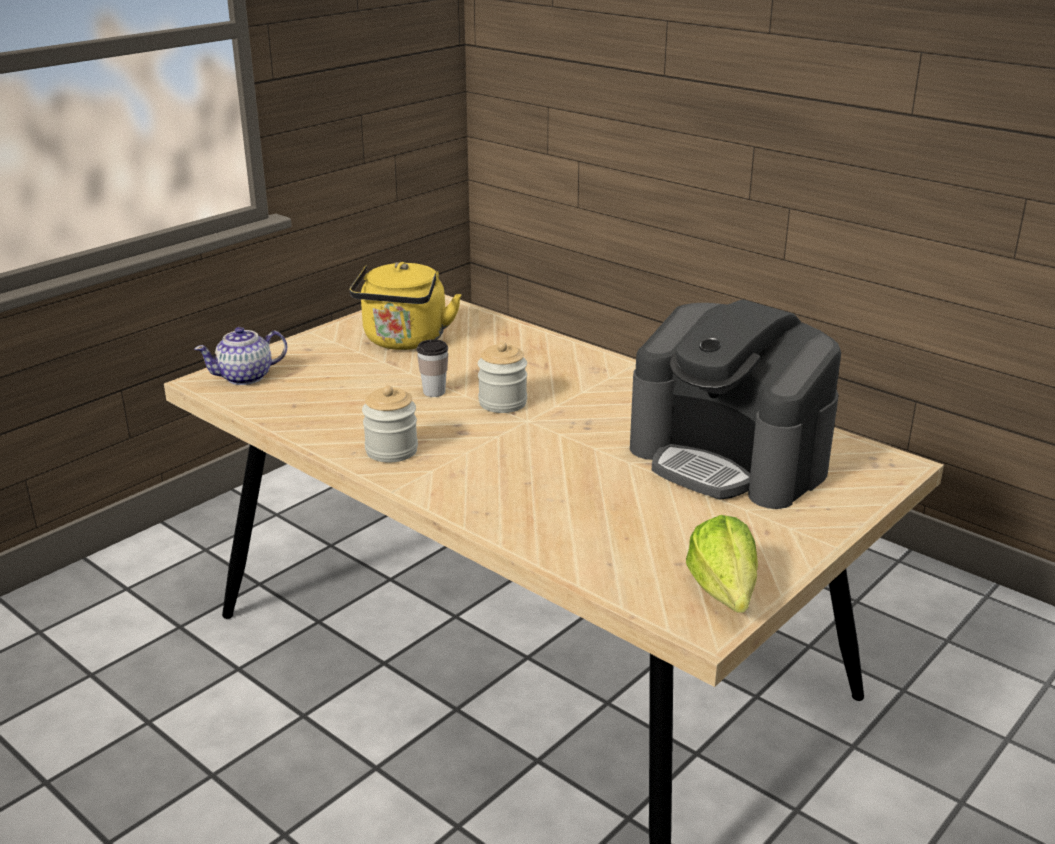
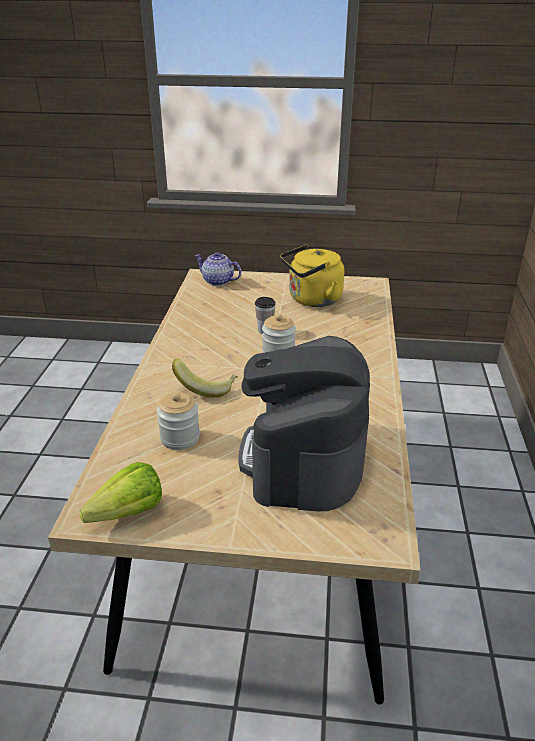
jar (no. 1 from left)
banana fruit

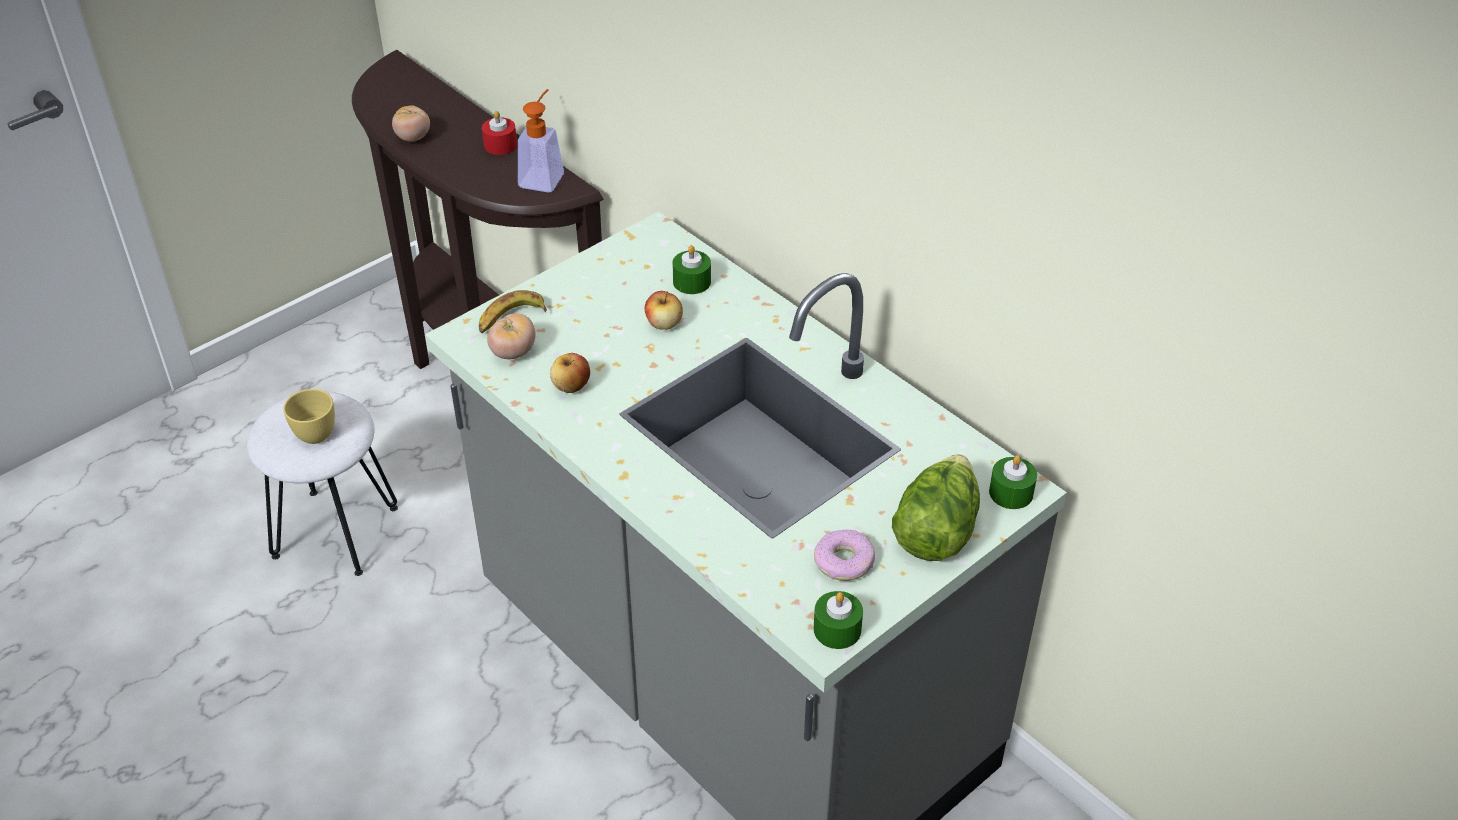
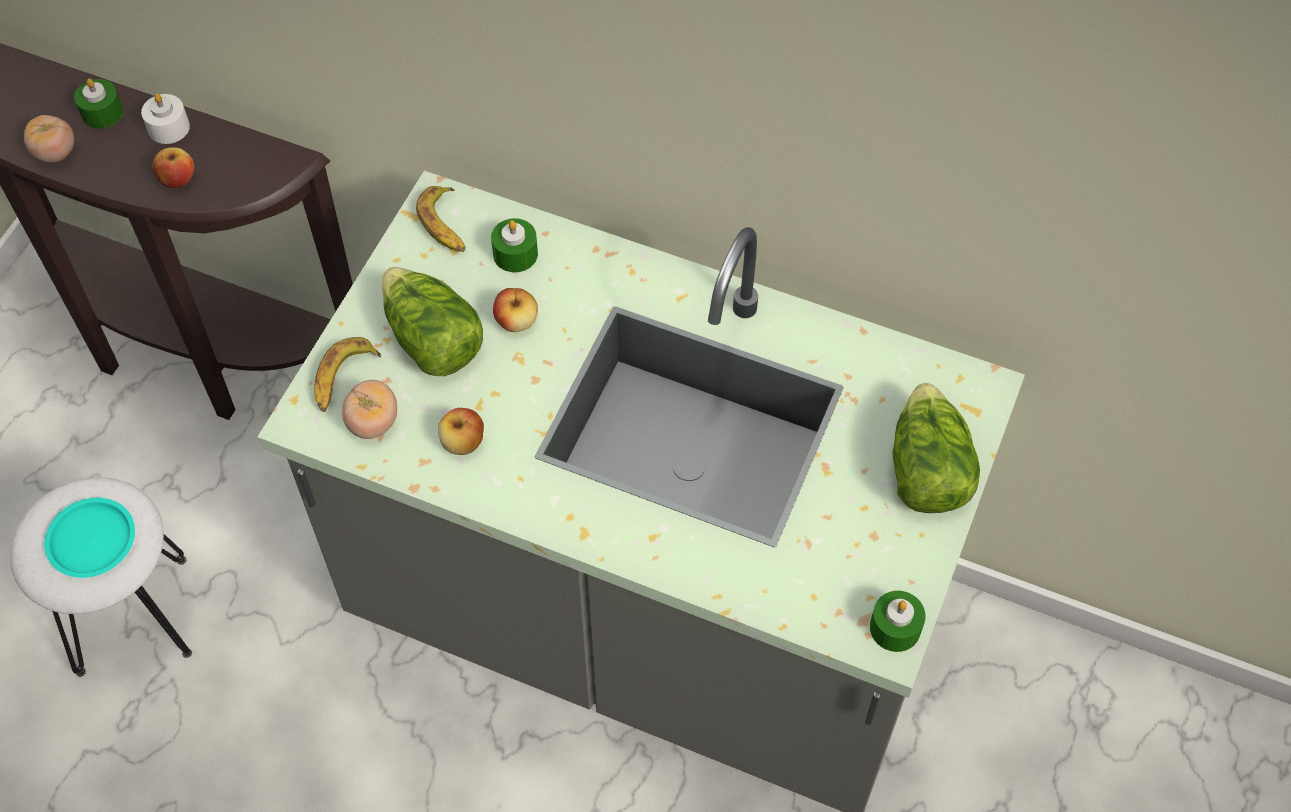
blue-green plate
white-coloured wax candle
soap bottle
donut
green wax candle (no. 1 from left)
apple fruit (no. 1 from left)
head of lettuce (no. 1 from left)
banana fruit (no. 2 from left)

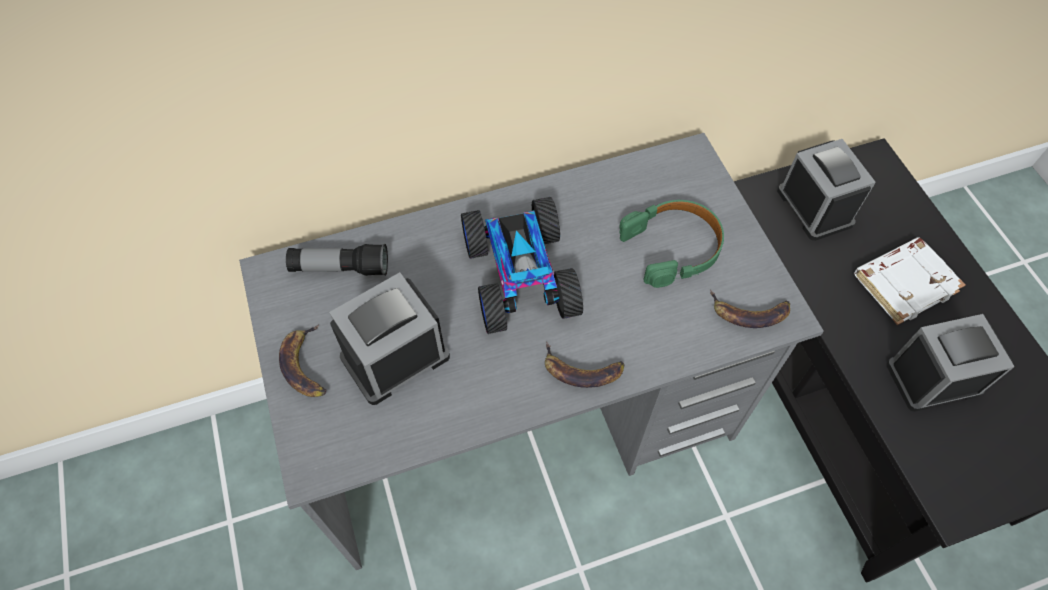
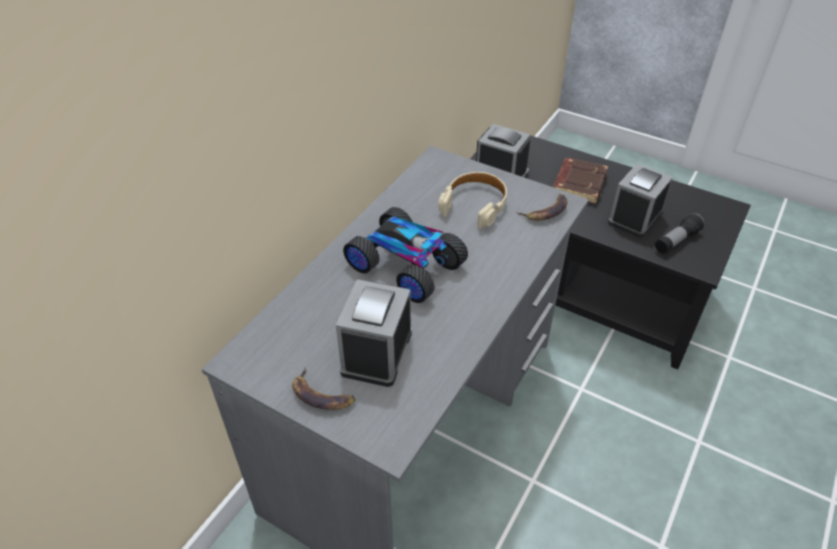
hand torch
banana fruit (no. 2 from left in the first image)
sand-coloured headphones
brownish bound book

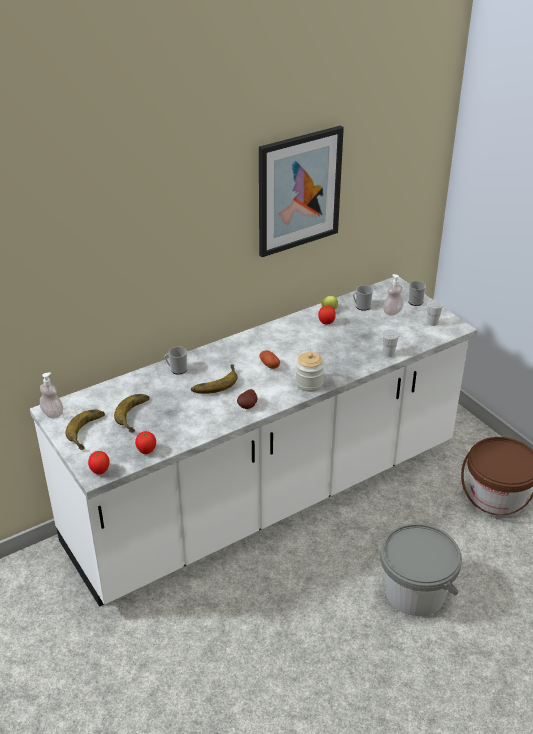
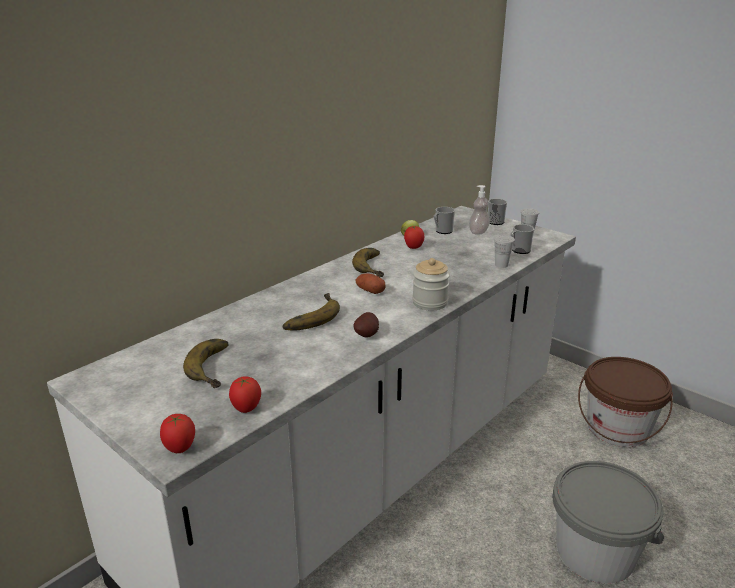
soap bottle (no. 1 from left in the first image)
banana fruit (no. 3 from left)
mug (no. 3 from left)
wall picture

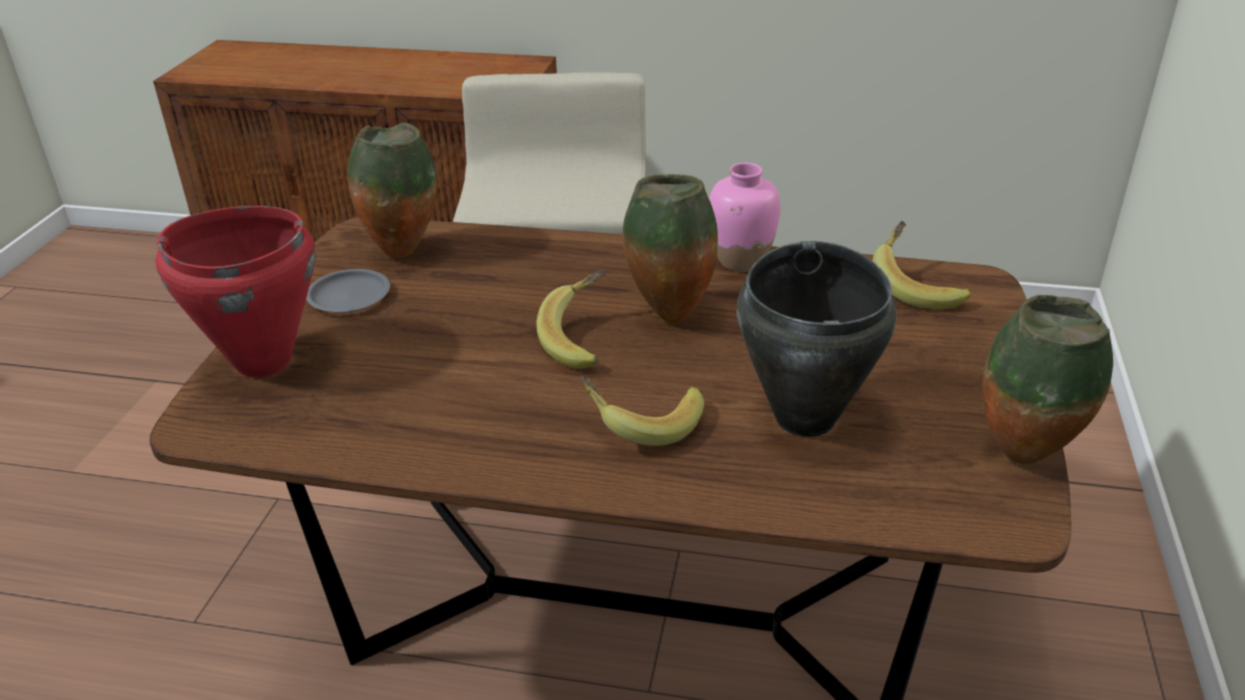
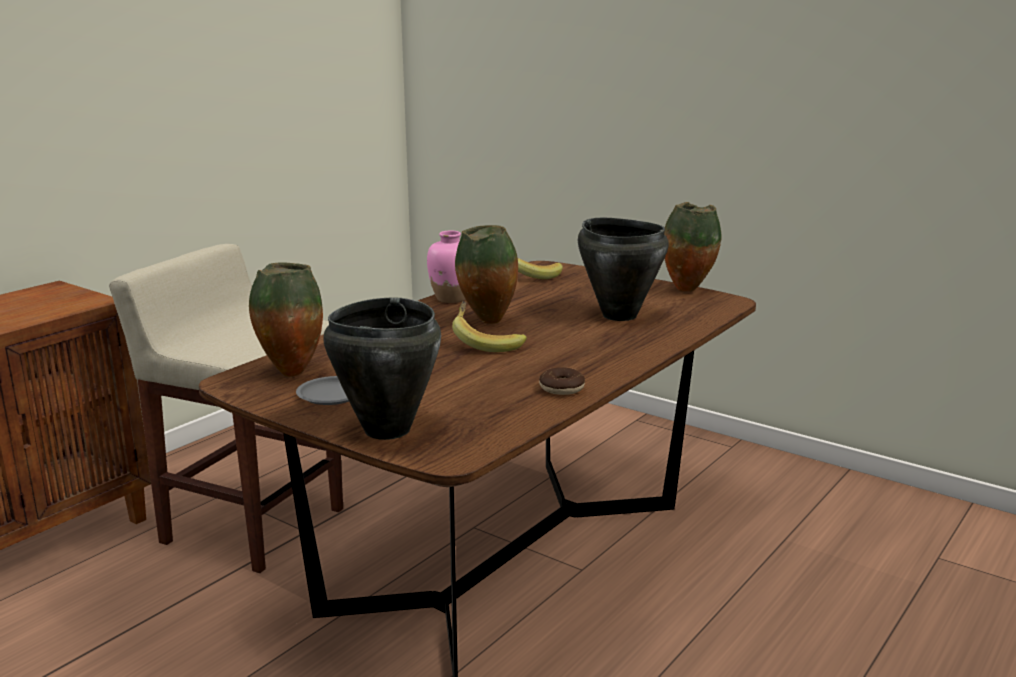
black cooking pot (no. 1 from left)
banana fruit (no. 2 from left in the first image)
donut

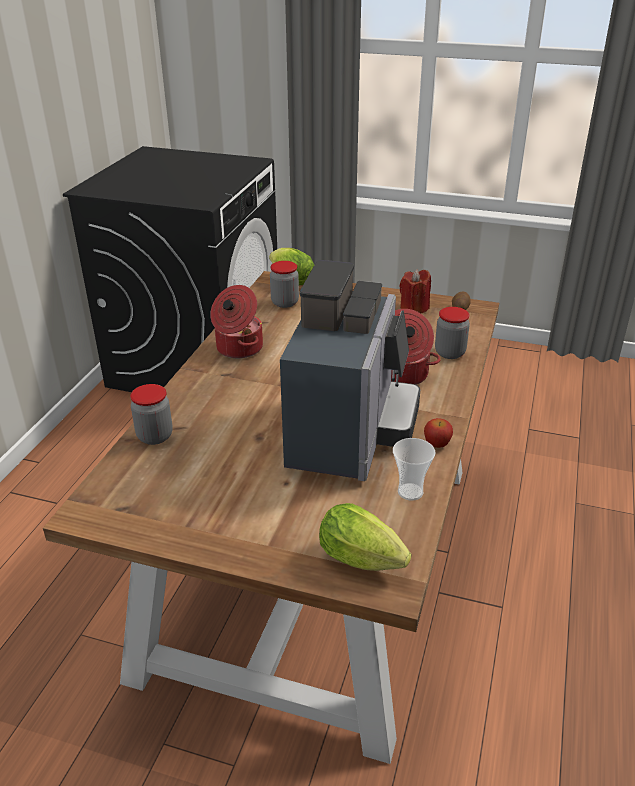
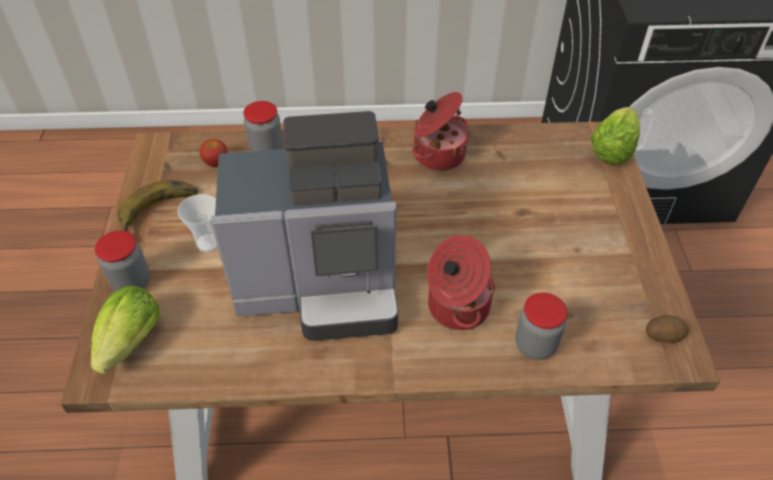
jar (no. 1 from left)
cup
red wax candle
apple fruit
banana fruit

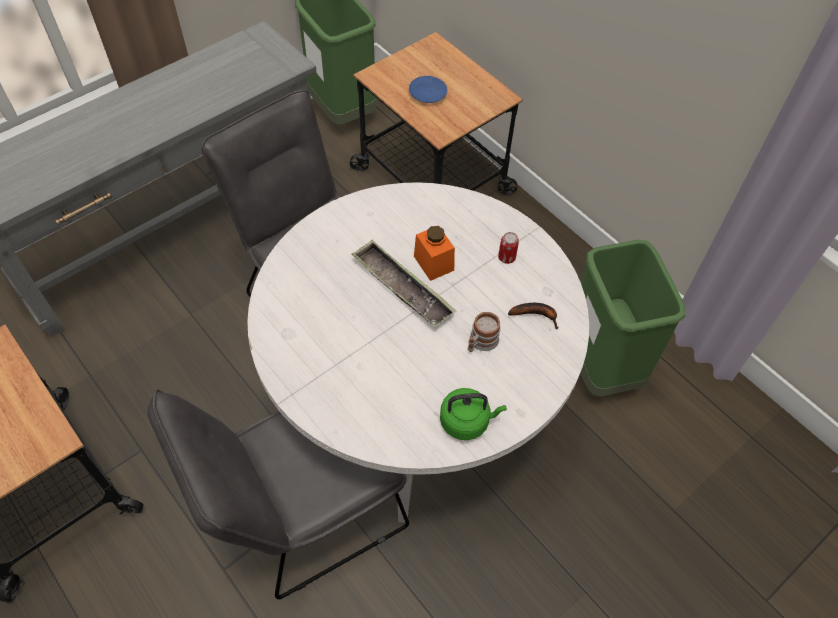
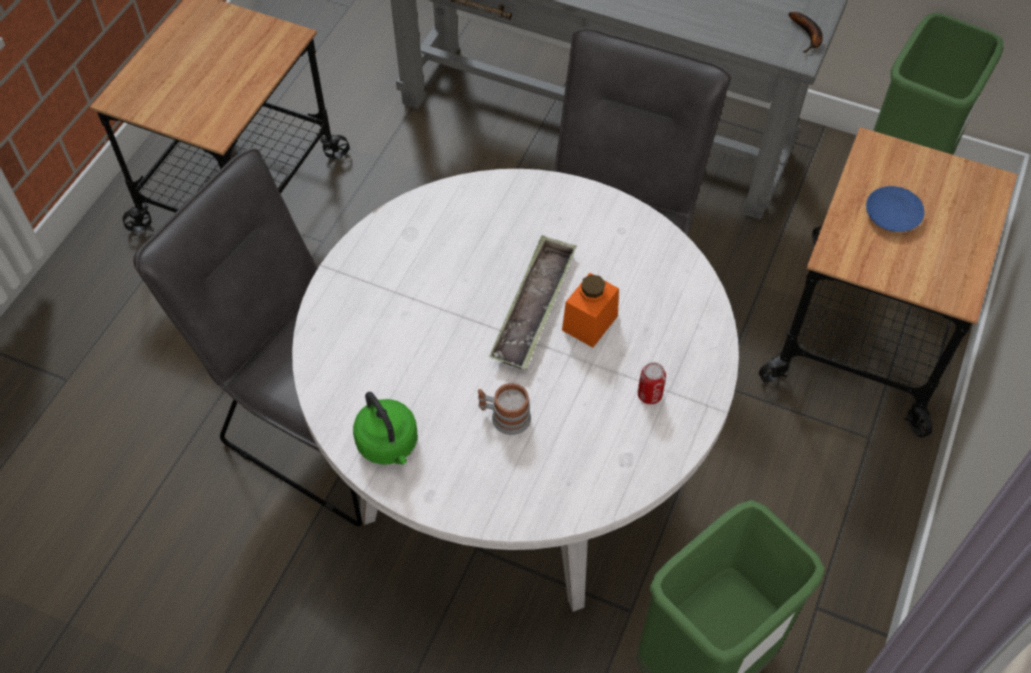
banana fruit

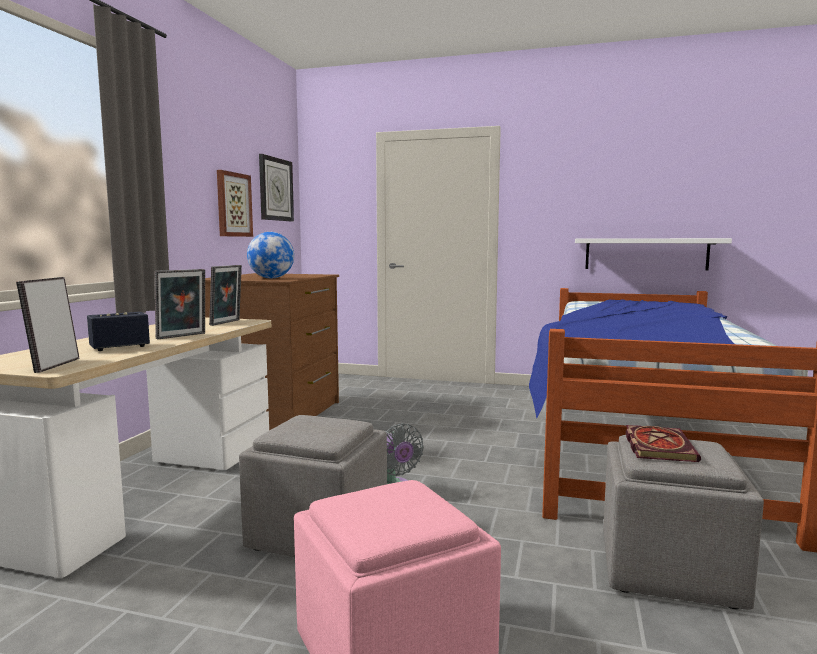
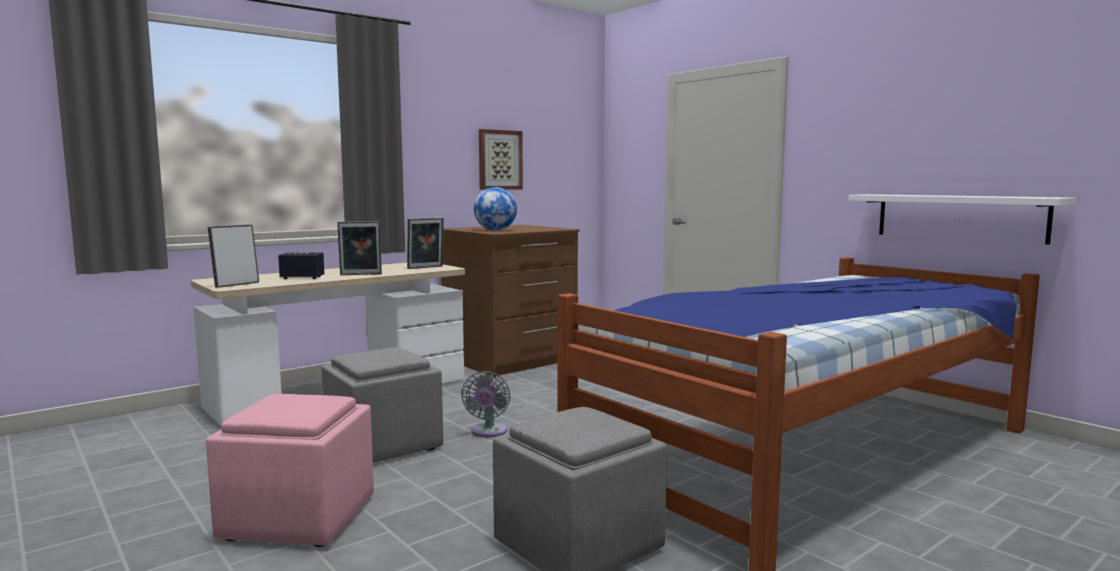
wall clock
bound book

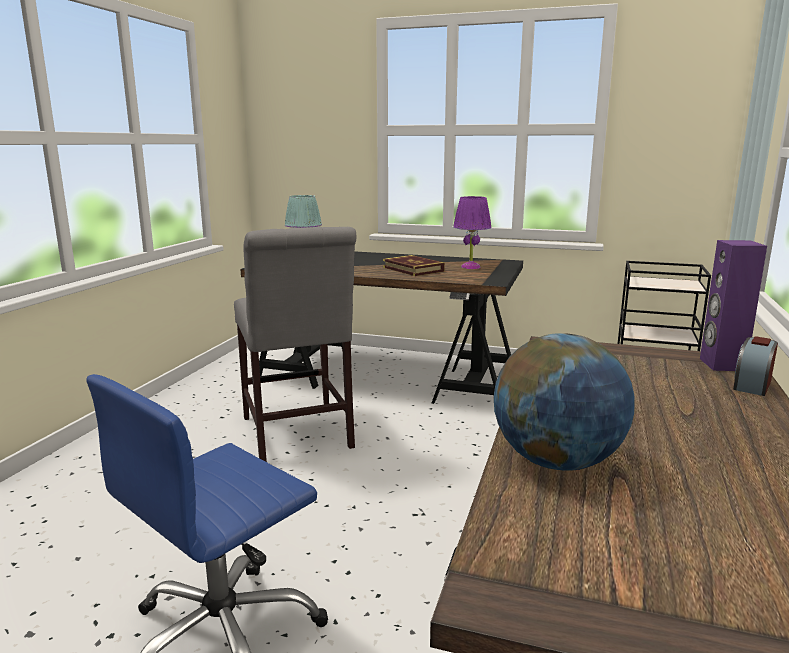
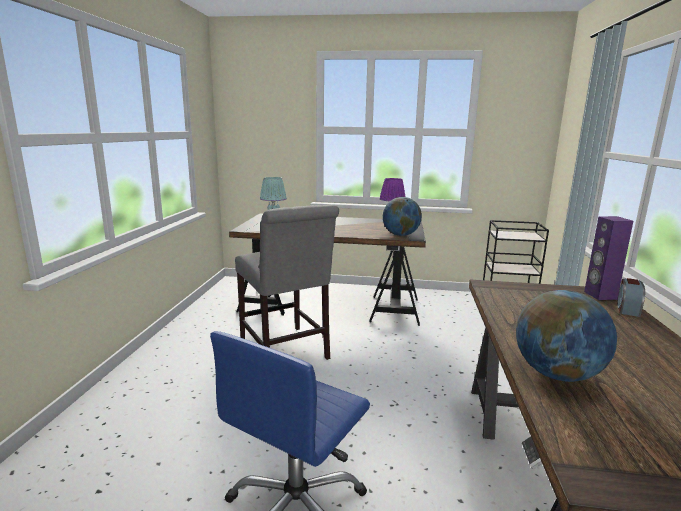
bound book
globe (no. 1 from left)

